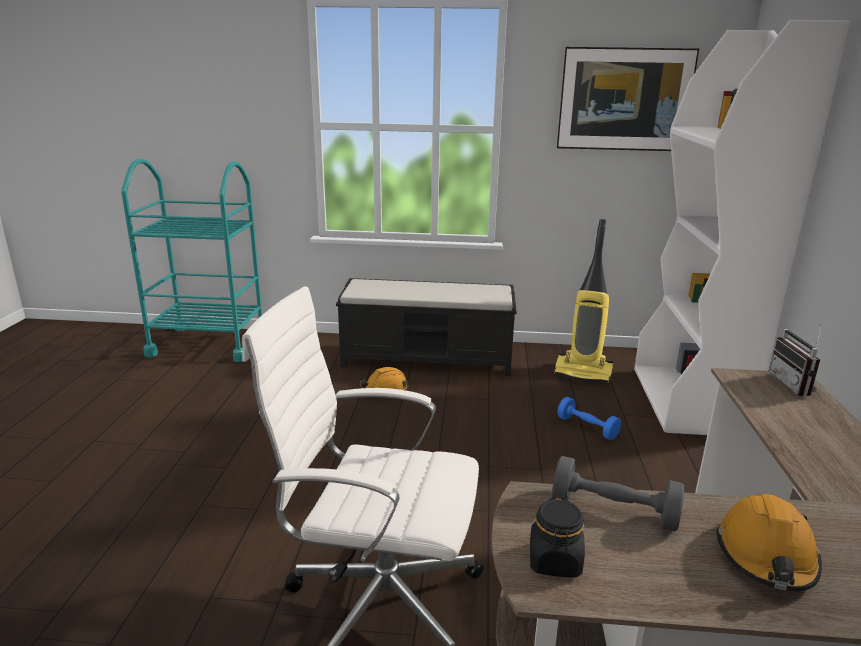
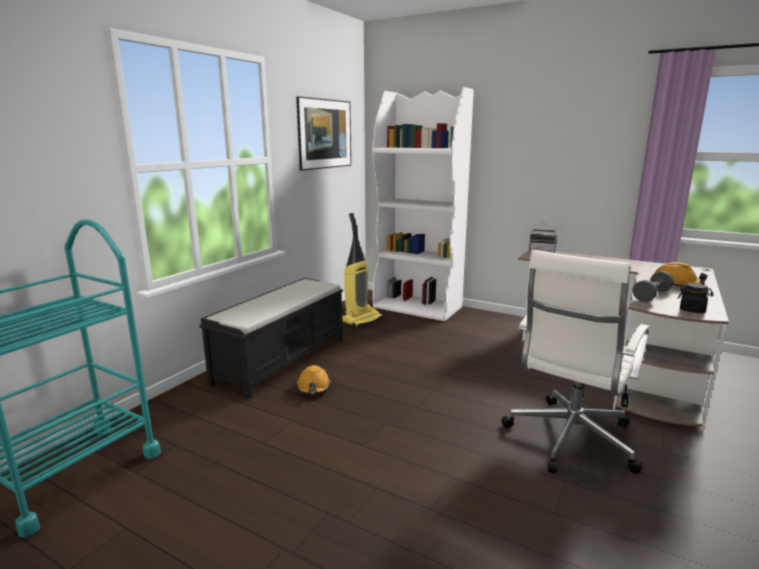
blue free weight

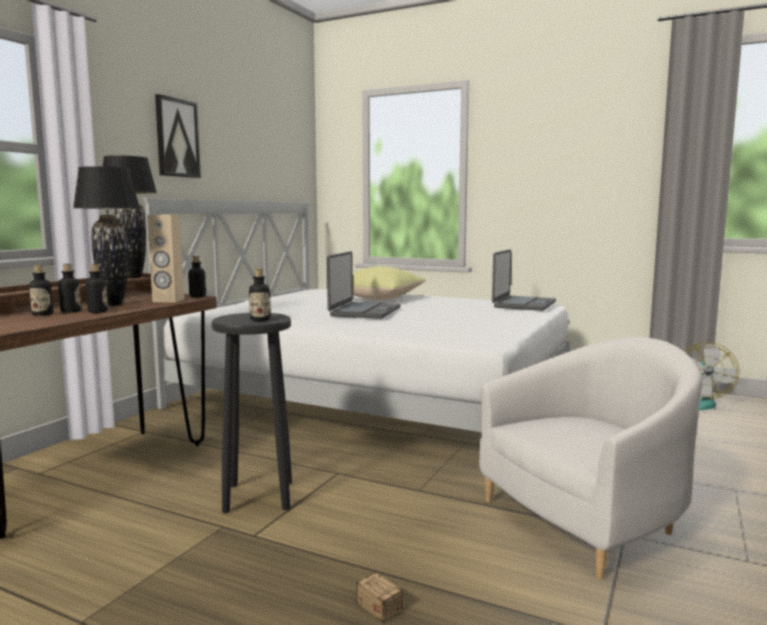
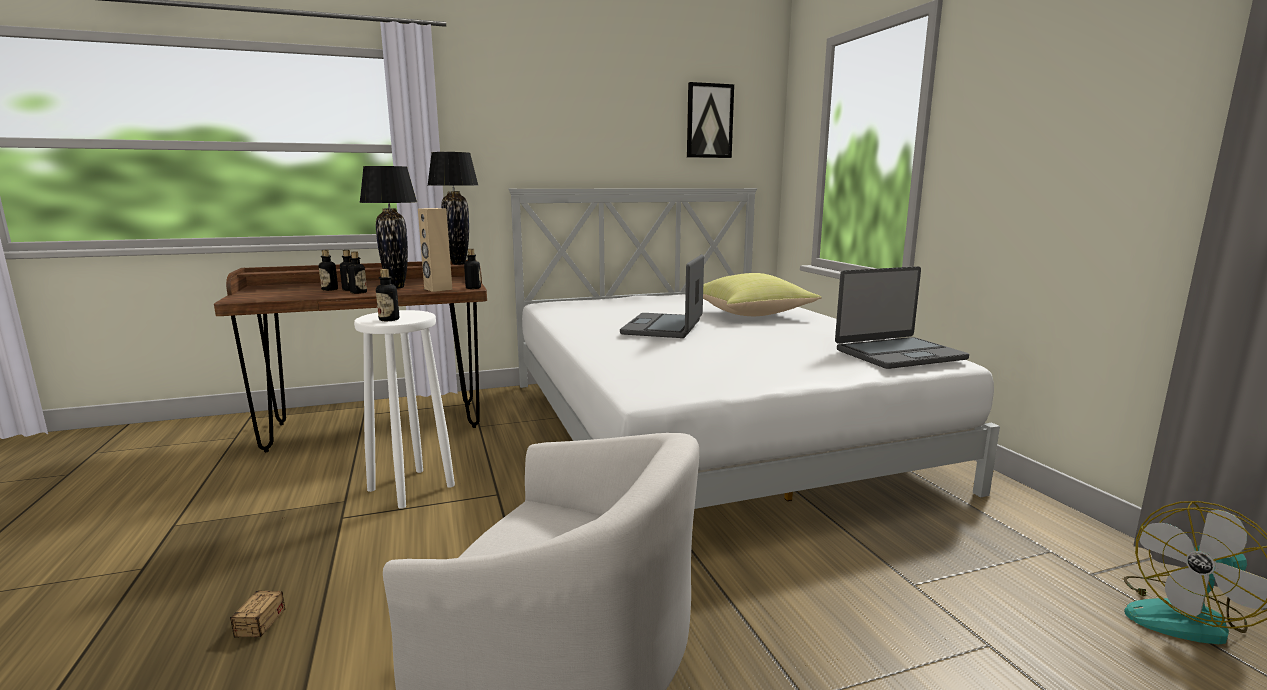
wall picture
white-coloured sitting stool
portable computer (no. 1 from left)

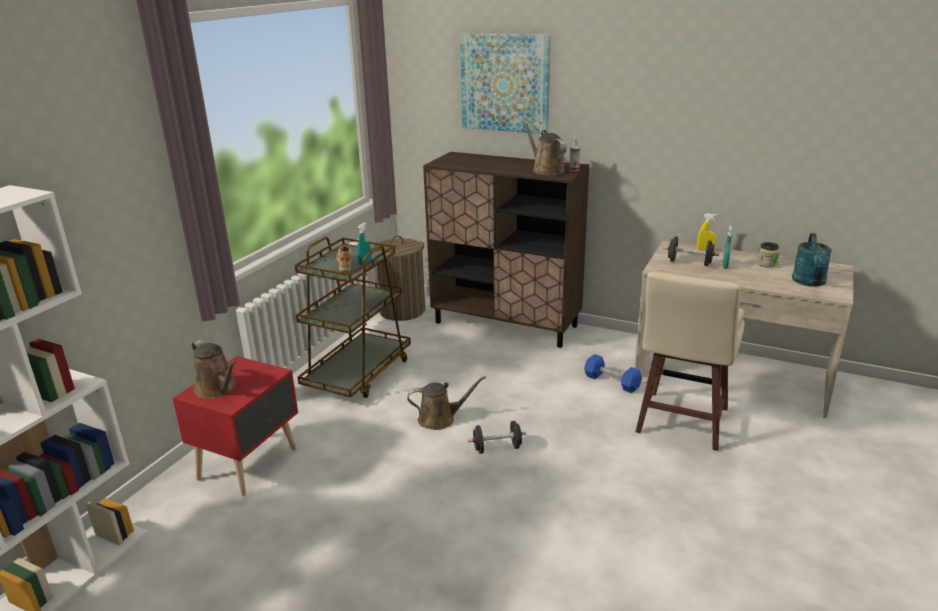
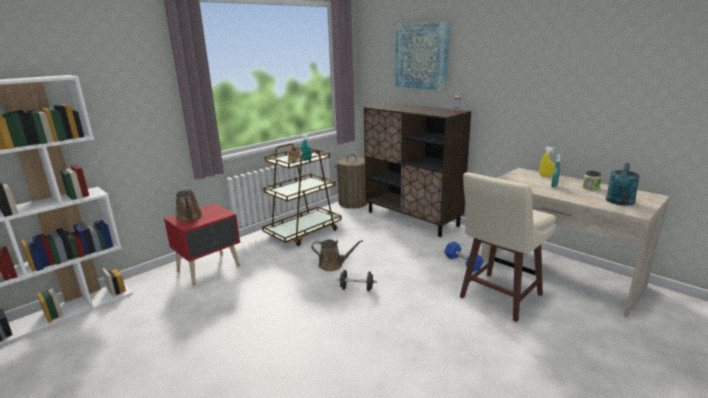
brownish watering pot (no. 3 from left in the first image)
black free weight (no. 2 from left in the first image)

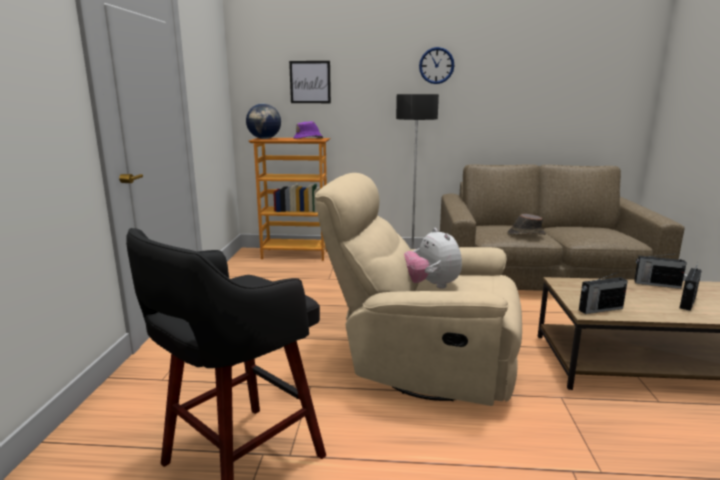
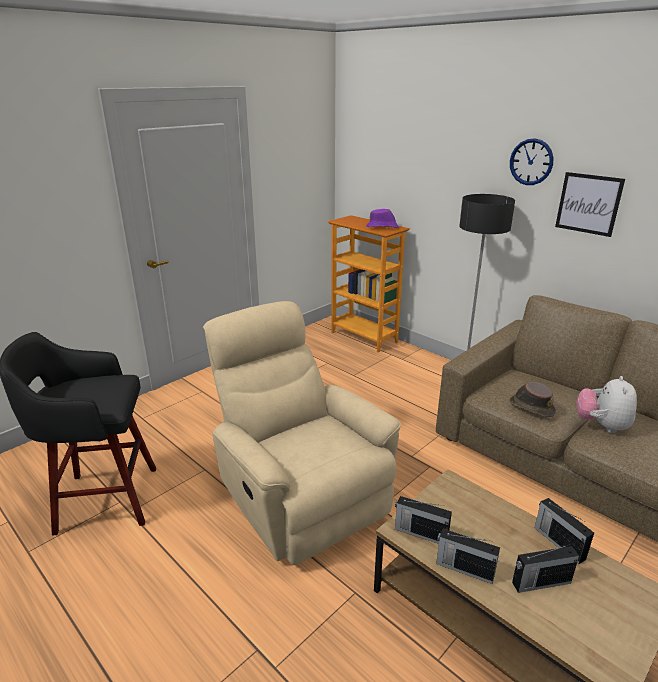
globe
wall picture
soft toy
radio set (no. 2 from left)

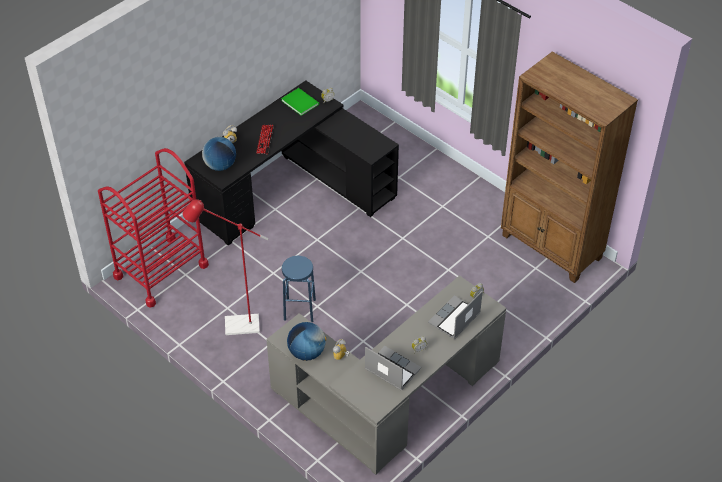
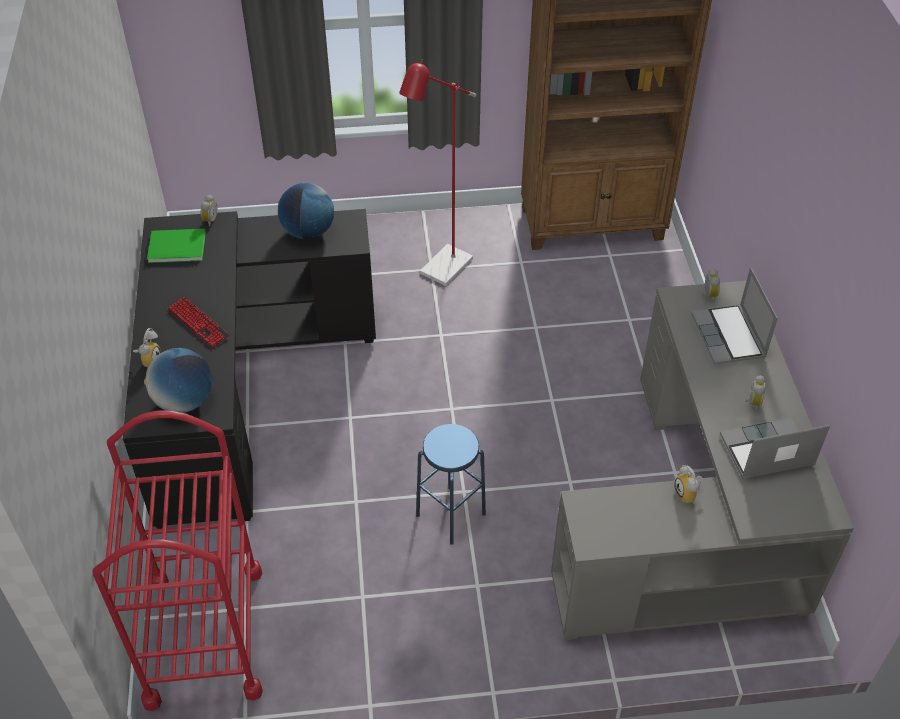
red standard lamp
globe (no. 2 from left)

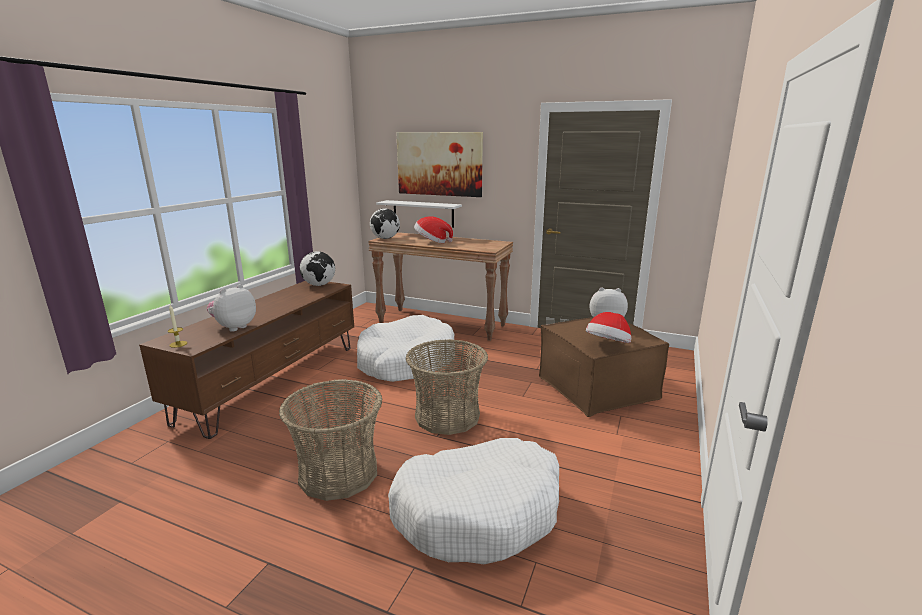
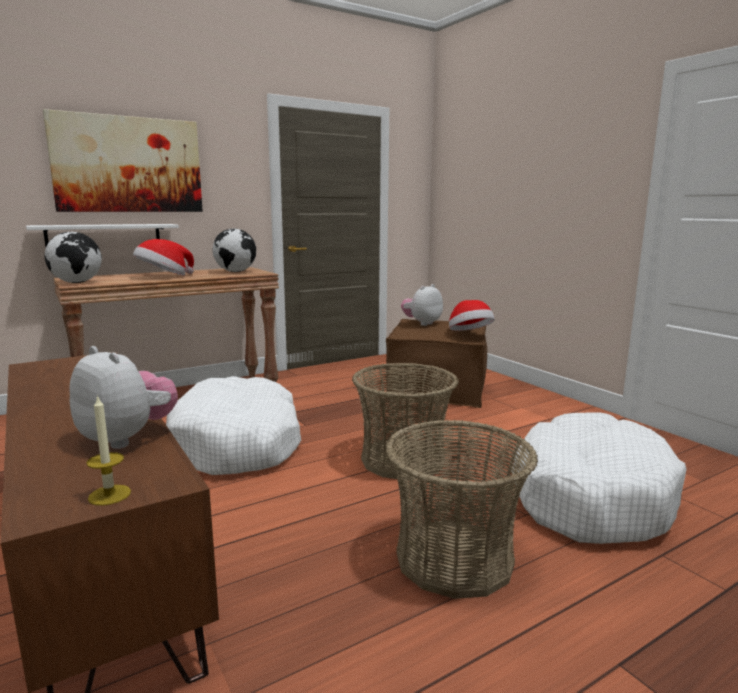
soft toy (no. 1 from left)
globe (no. 2 from left)

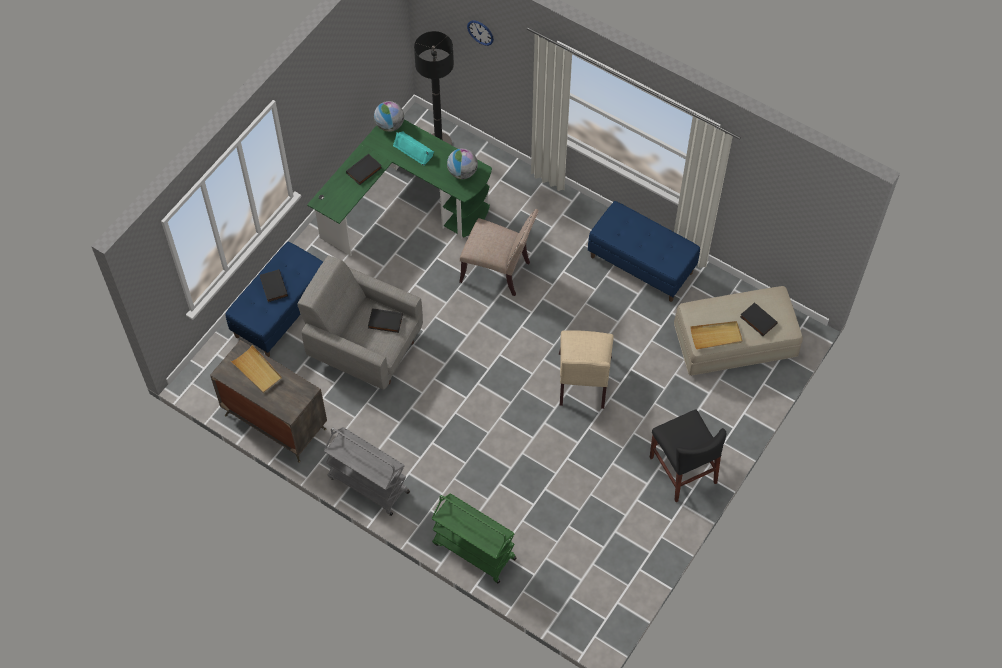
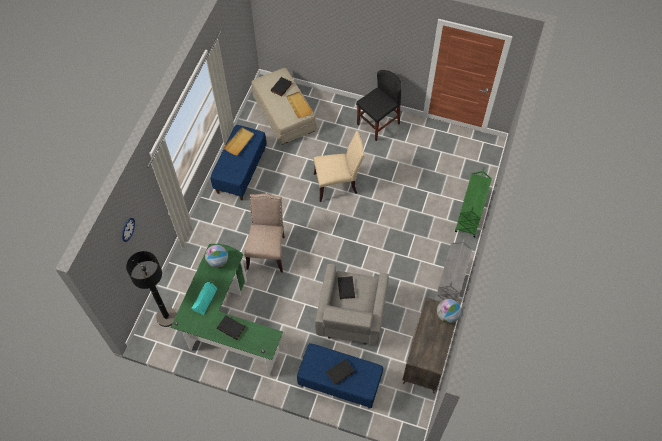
sand-coloured serving tray (no. 1 from left)
globe (no. 2 from left)

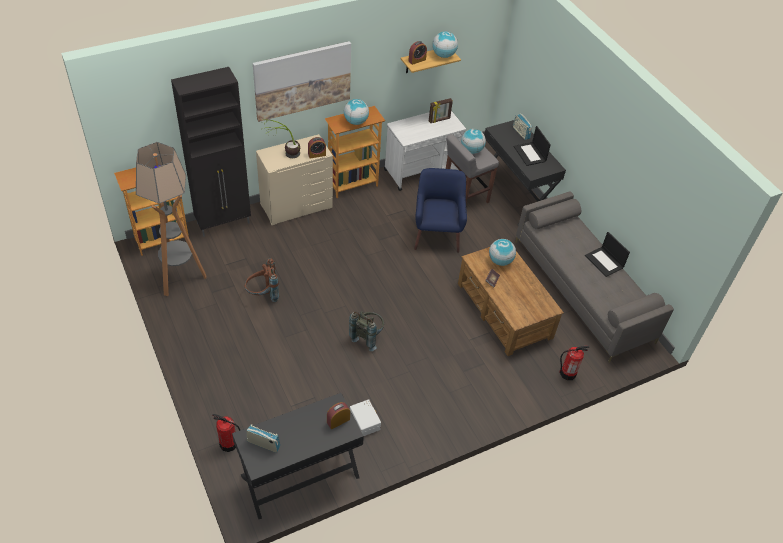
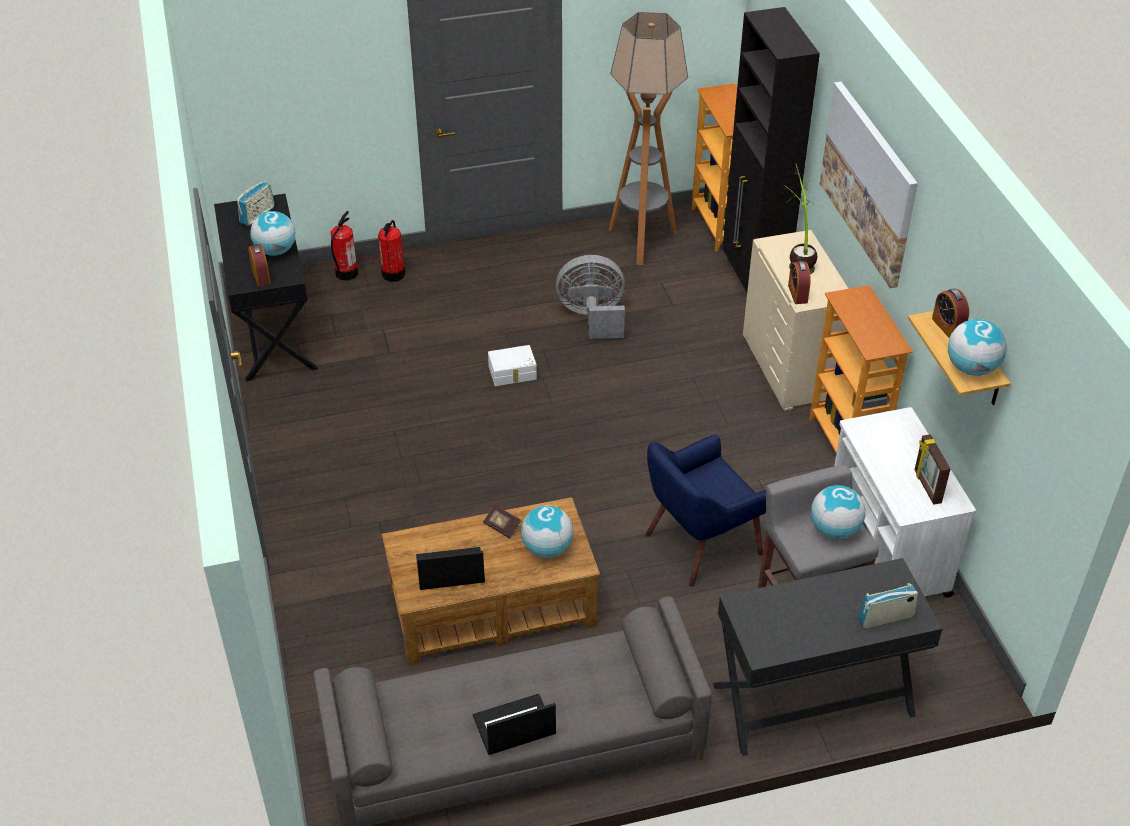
greyish fan
globe (no. 1 from left)
greyish rucksack
white-coloured storage box
blue easy chair
portable computer (no. 1 from left)
fire extinguisher (no. 2 from left)

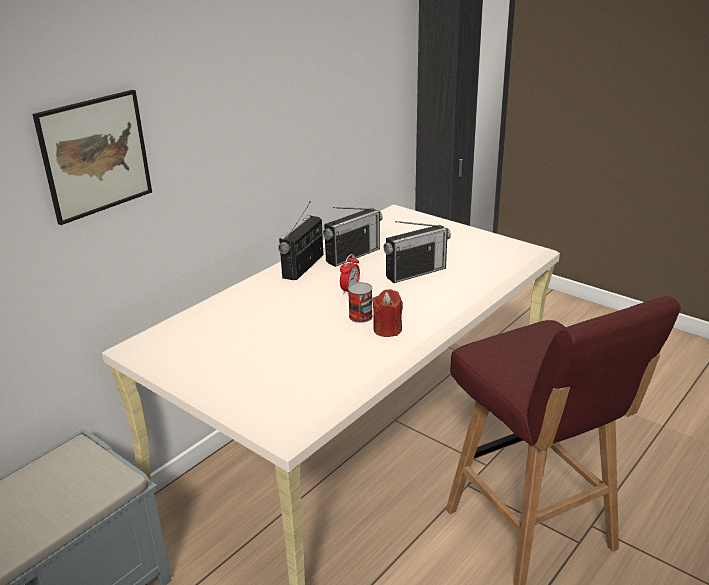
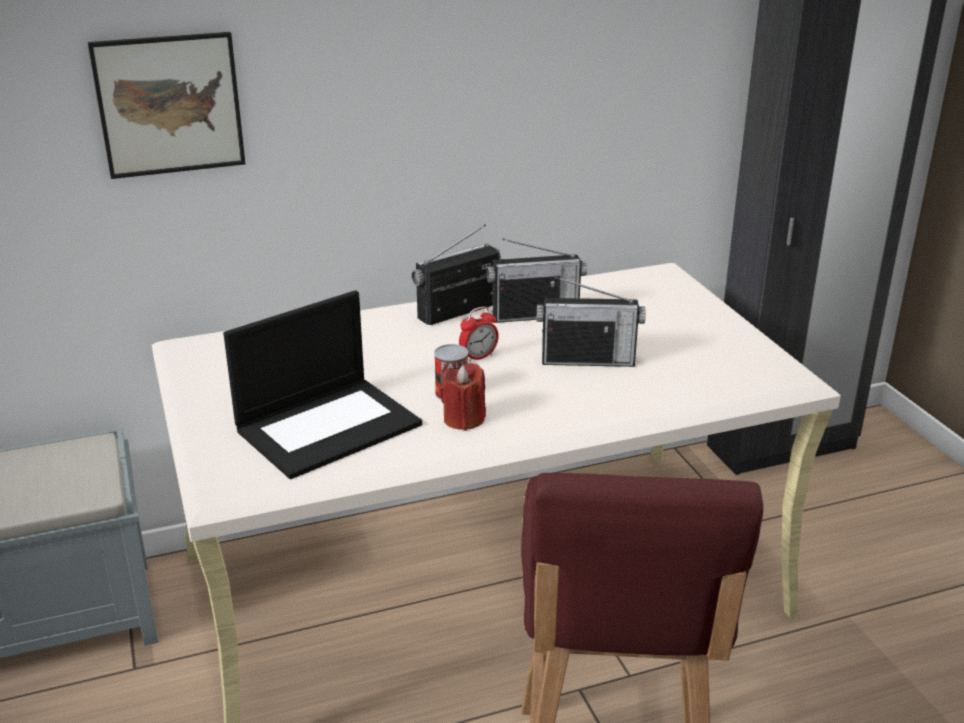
portable computer

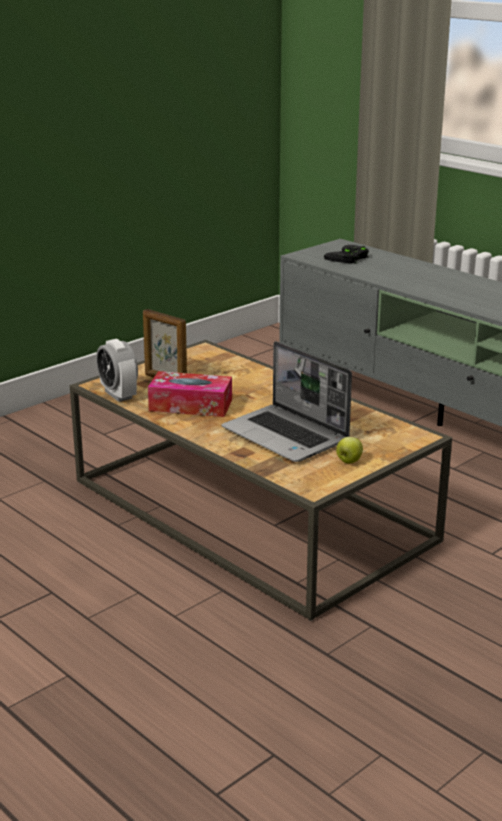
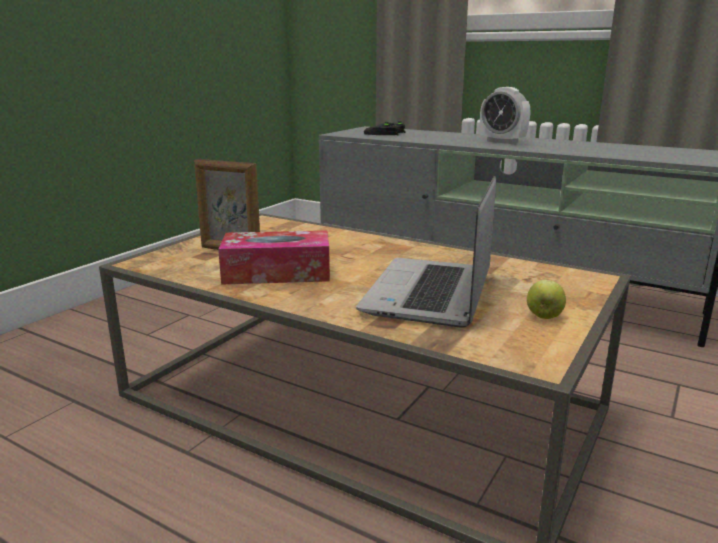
alarm clock
portable computer

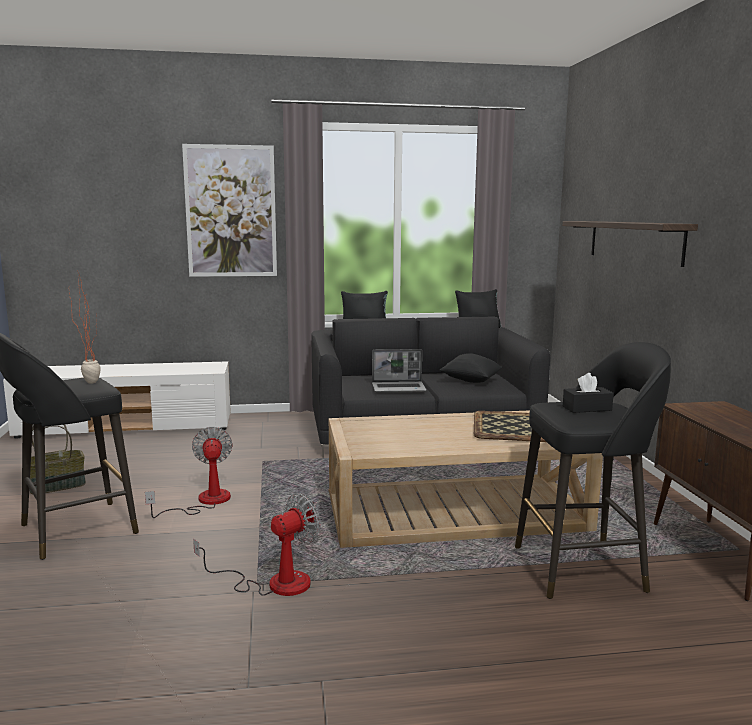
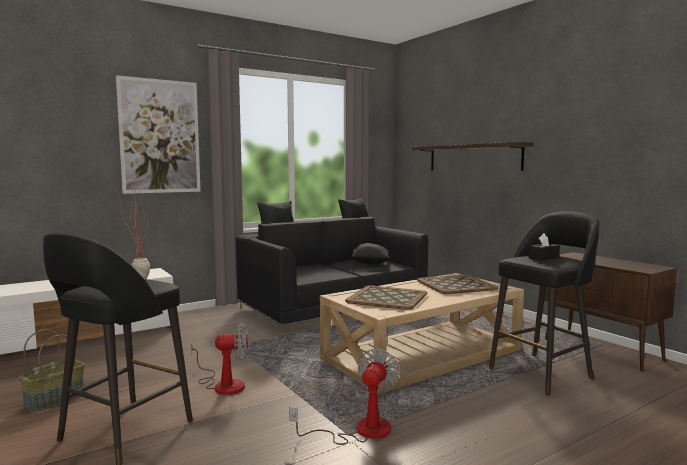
fan (no. 1 from left)
portable computer
serving tray (no. 1 from left)

